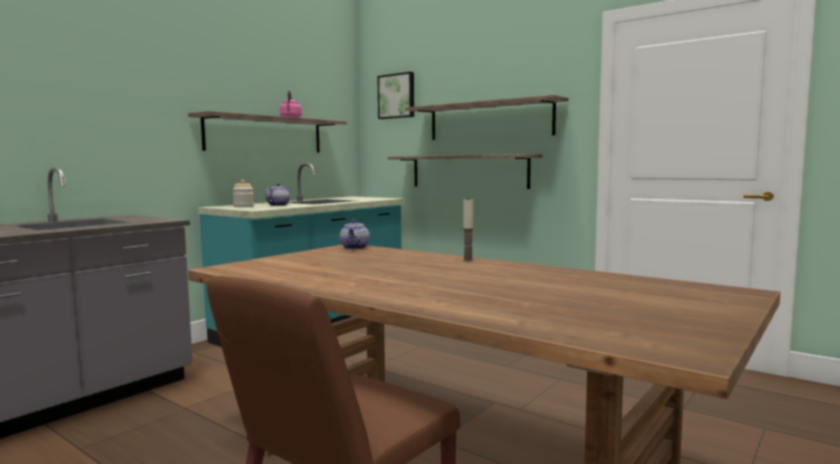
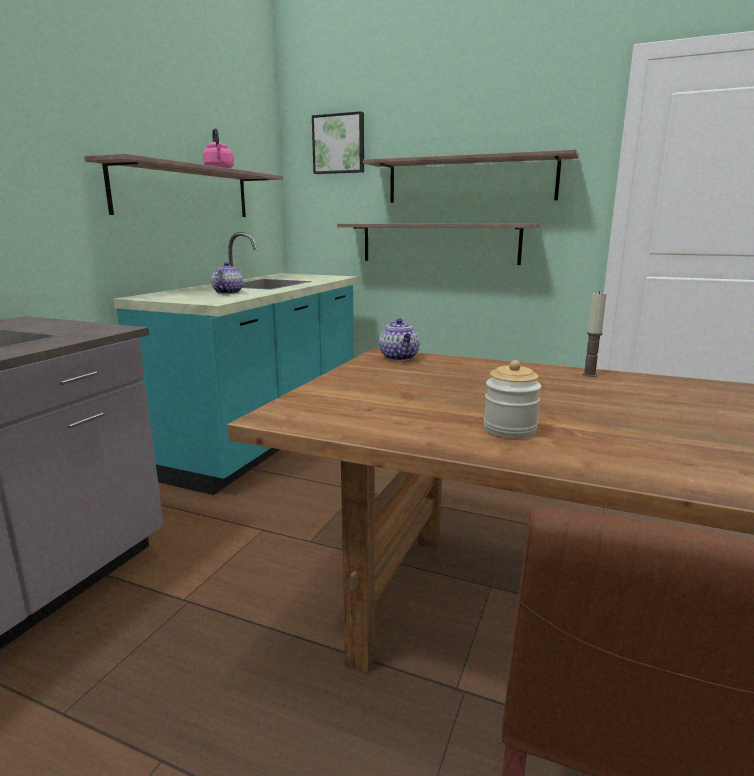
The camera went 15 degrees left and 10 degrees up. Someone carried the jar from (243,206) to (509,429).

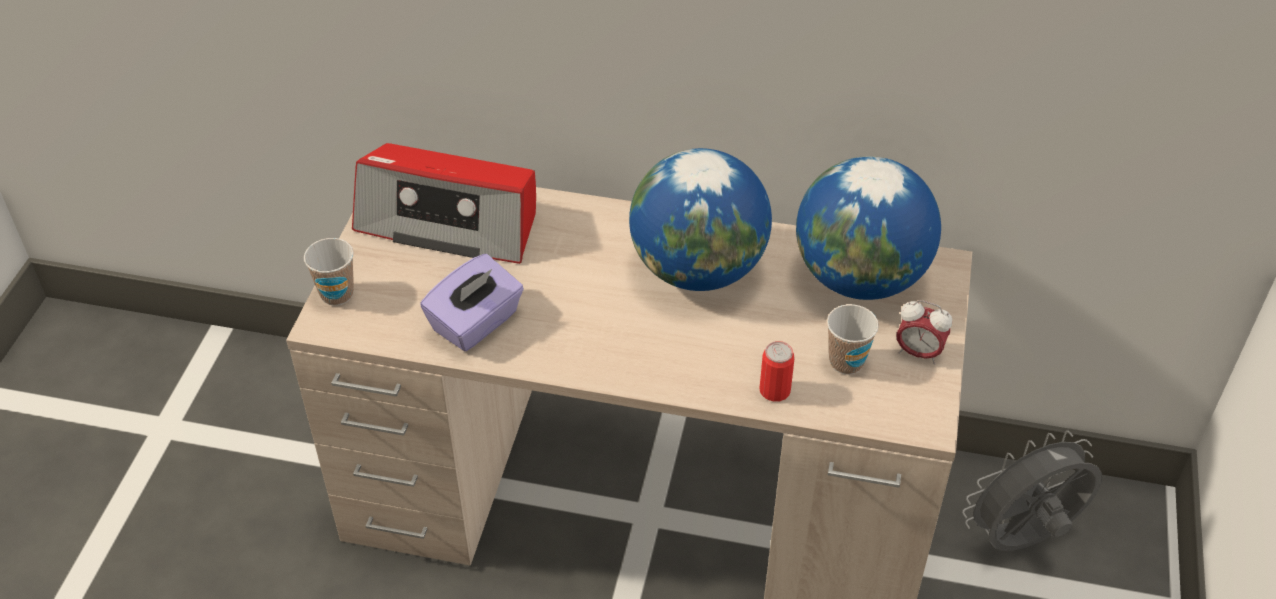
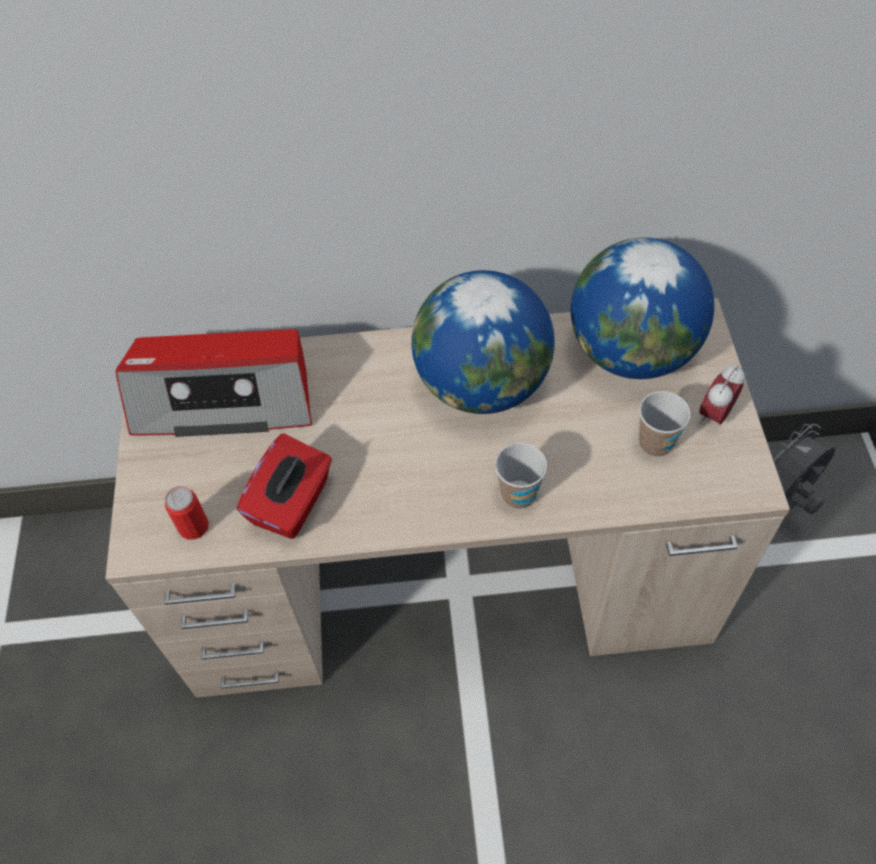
The camera went 15 degrees left and 10 degrees up. Someone carried the drinking cup from (337,294) to (518,494). Someone carried the can from (775,390) to (193,526). Someone repainted the purple tissue box at (476,323), which became the red tissue box at (292,503). Someone rotated the bedside clock at (918,353) by 120 degrees clockwise.

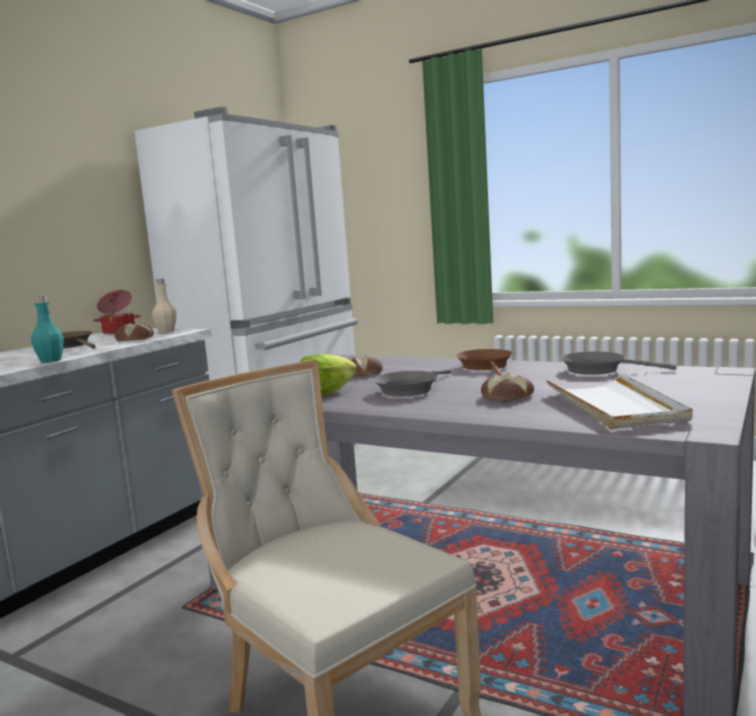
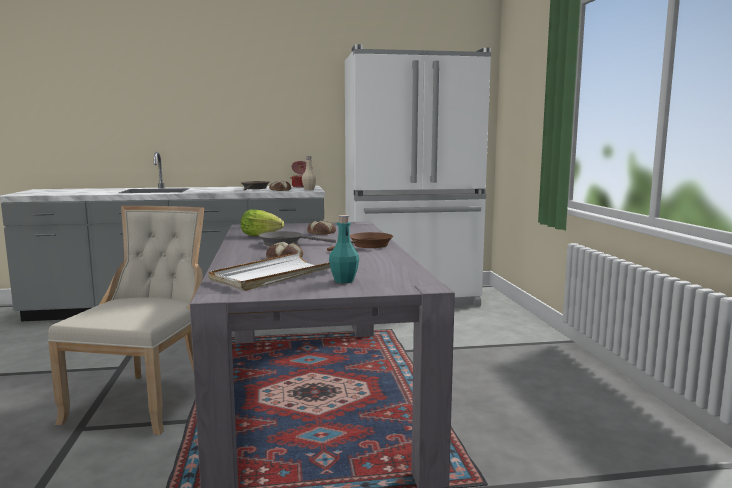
The camera went 50 degrees right and 0 degrees up. Someone took away the gray skillet at (599,370). Someone carried the blue-green bottle from (50,361) to (344,281).

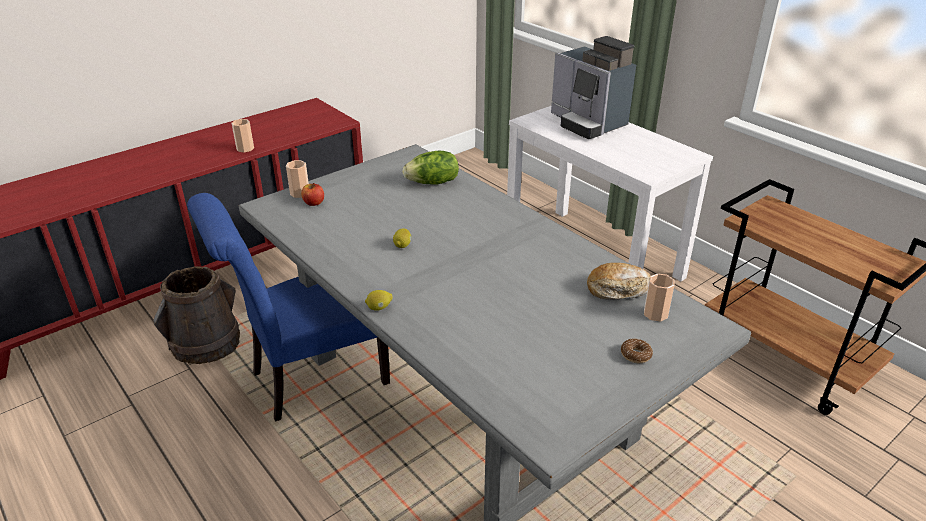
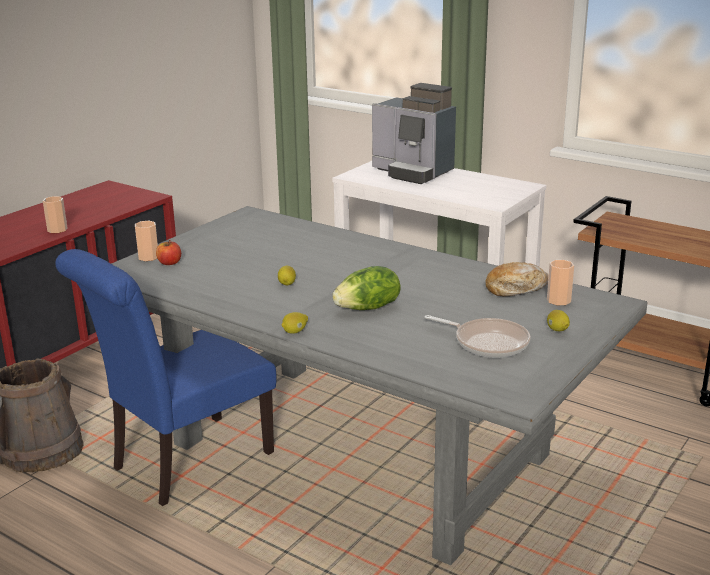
The camera went 15 degrees left and 10 degrees down. Someone put down the skillet at (487,342). Someone carried the lettuce from (433,183) to (368,308). Someone swapped the donut at (635,355) for the citrus fruit at (557,330).

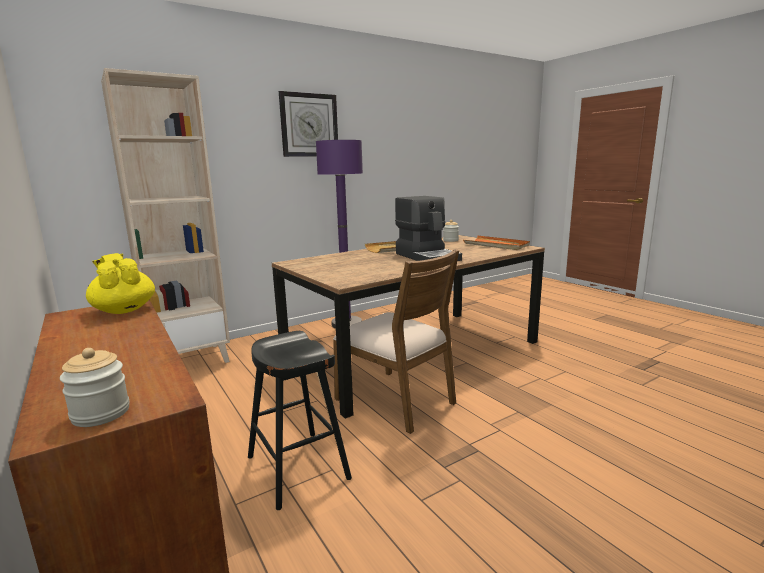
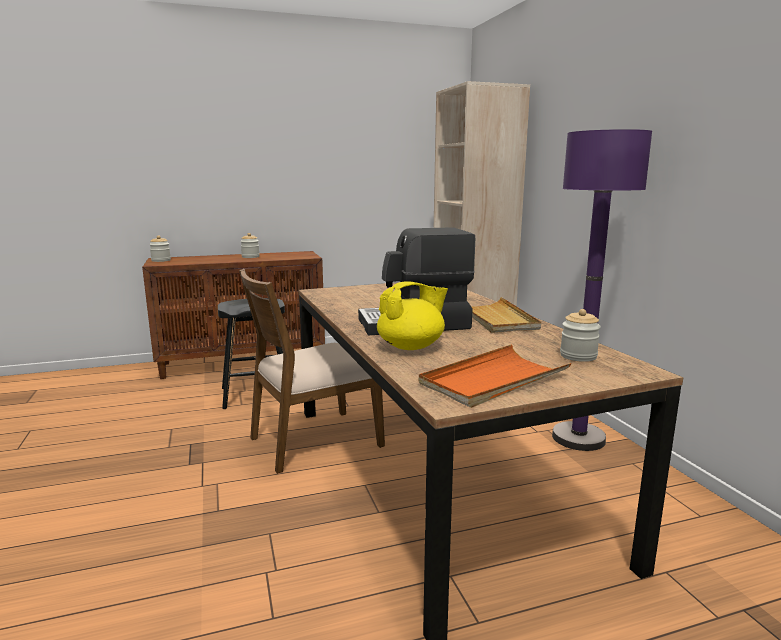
The camera went 105 degrees right and 0 degrees up. Someone took away the wall clock at (309,125). Someone put down the jar at (250,257). Someone carried the yellow tea pot from (124,310) to (411,346).

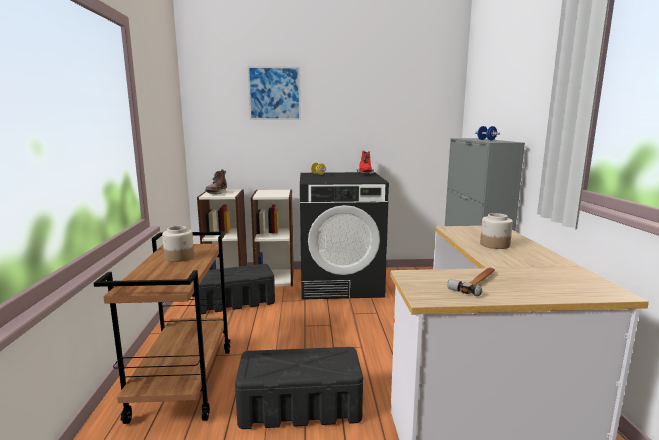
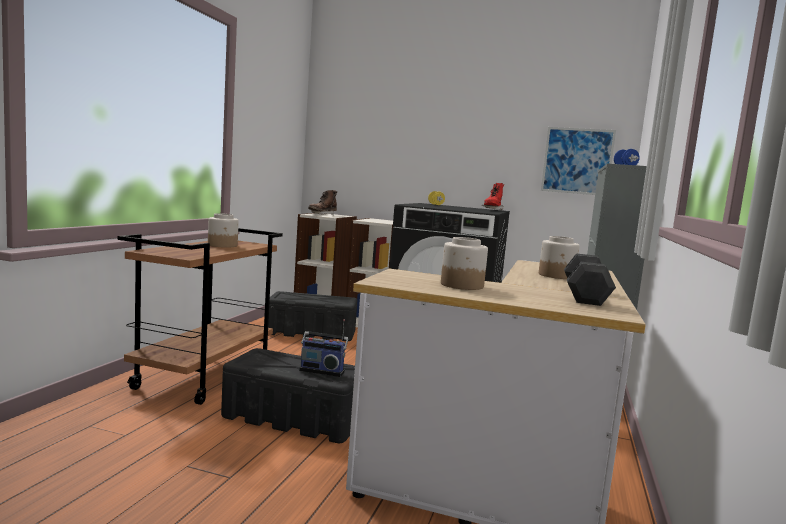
The camera went 20 degrees right and 5 degrees down. Someone put down the radio at (322,370). Someone put down the gray hand weight at (585,295). Someone carried the wall picture from (274,93) to (577,161). Someone swapped the tool hammer at (476,283) for the jar at (461,285).

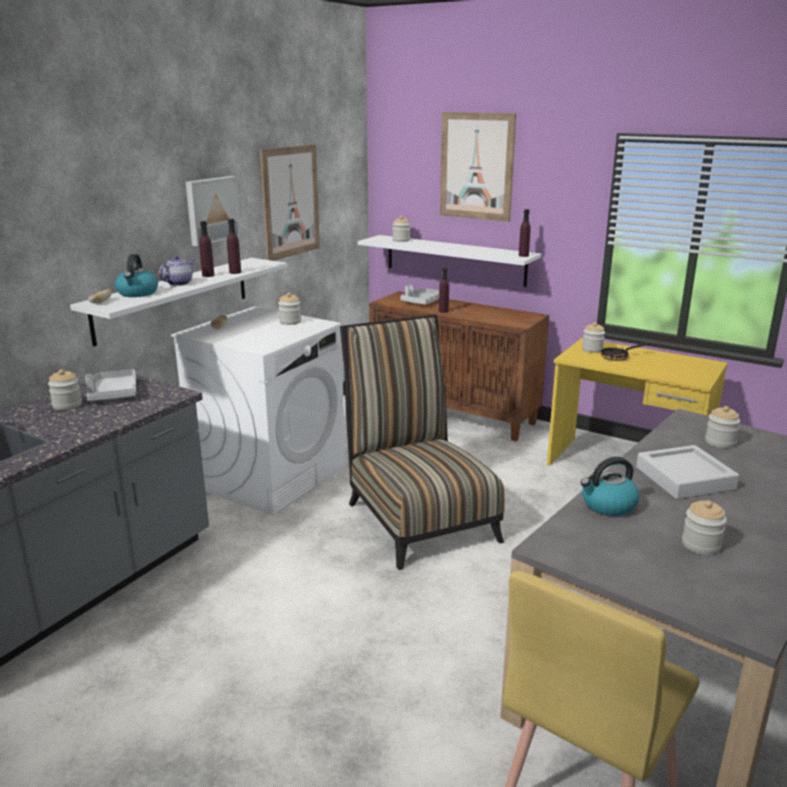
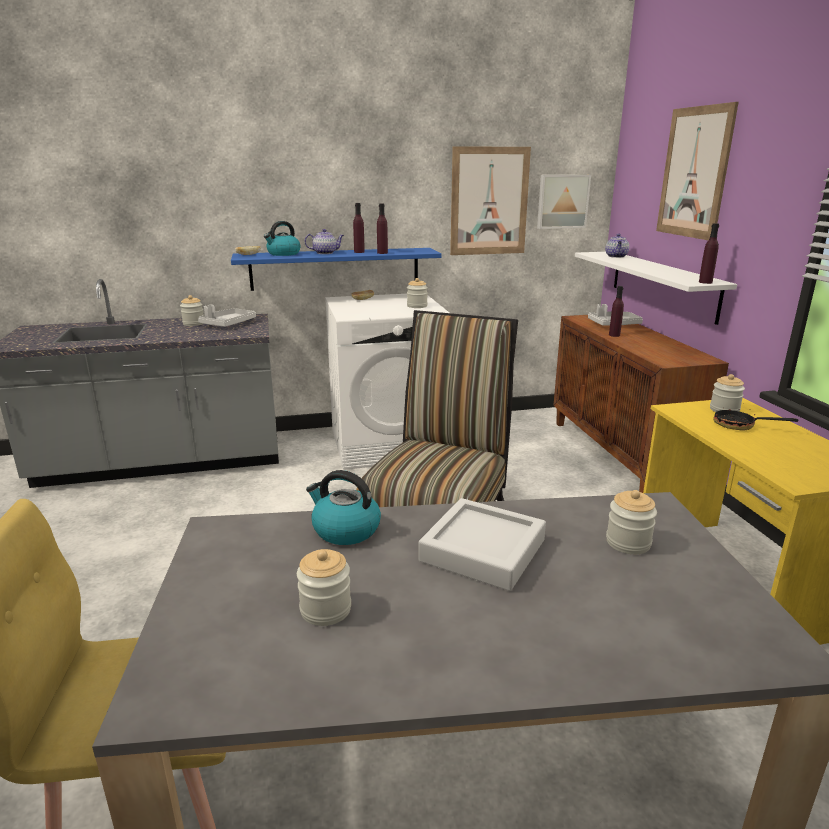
The camera went 45 degrees right and 0 degrees up. Someone carried the wall picture from (211,210) to (562,201). Someone swapped the jar at (401,240) for the tea pot at (616,256). Someone repainted the whitish bracket shelf at (173,299), which became the blue-coloured bracket shelf at (335,268).

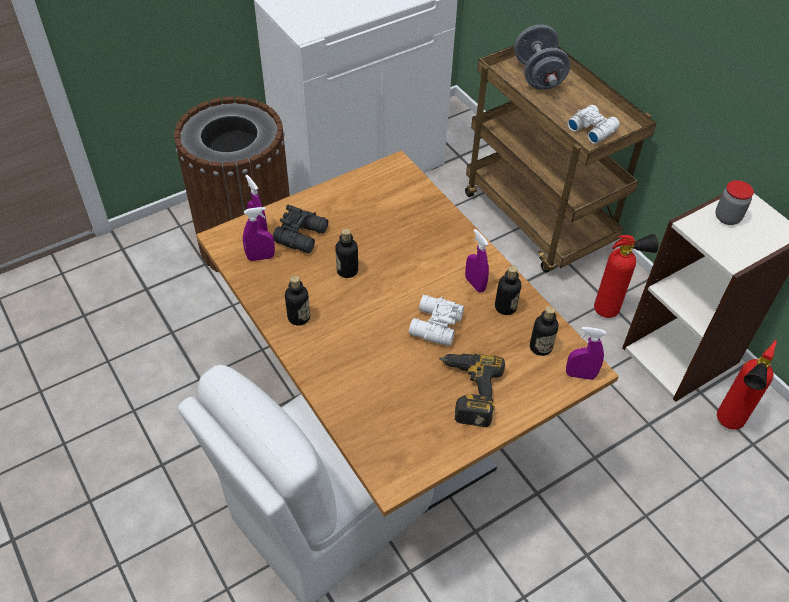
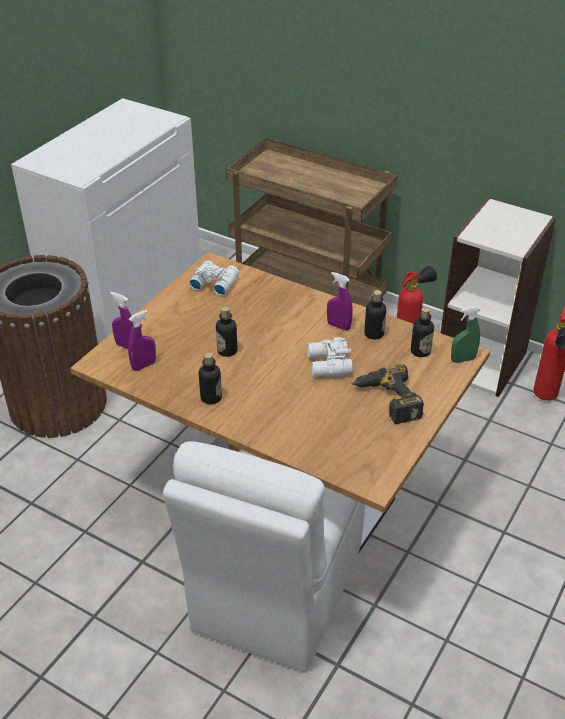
The camera went 25 degrees left and 10 degrees down. Someone took away the black-coloured binoculars at (302,235). Someone took away the gray hand weight at (538,76). Someone took away the jar at (727,217). Someone carried the whitish binoculars from (591,128) to (214,283). Someone repainted the purple spray bottle at (580,375), which became the green-coloured spray bottle at (463,359).

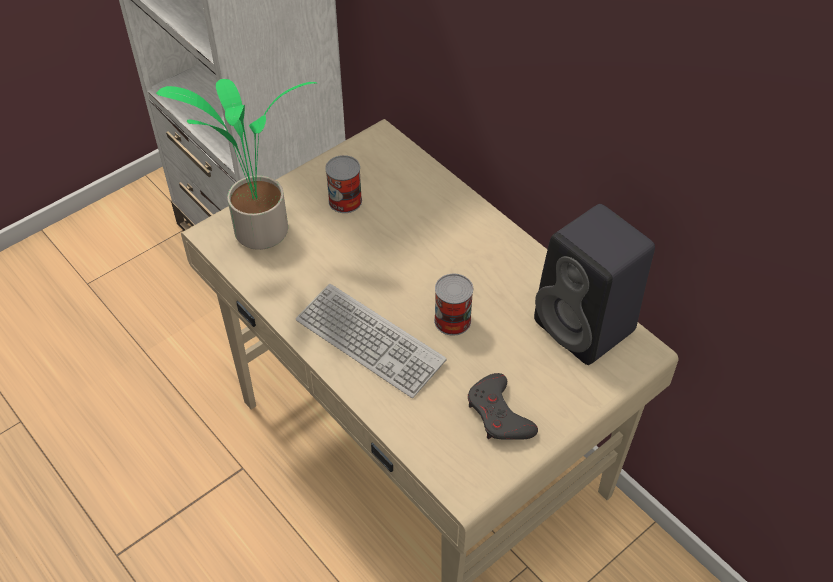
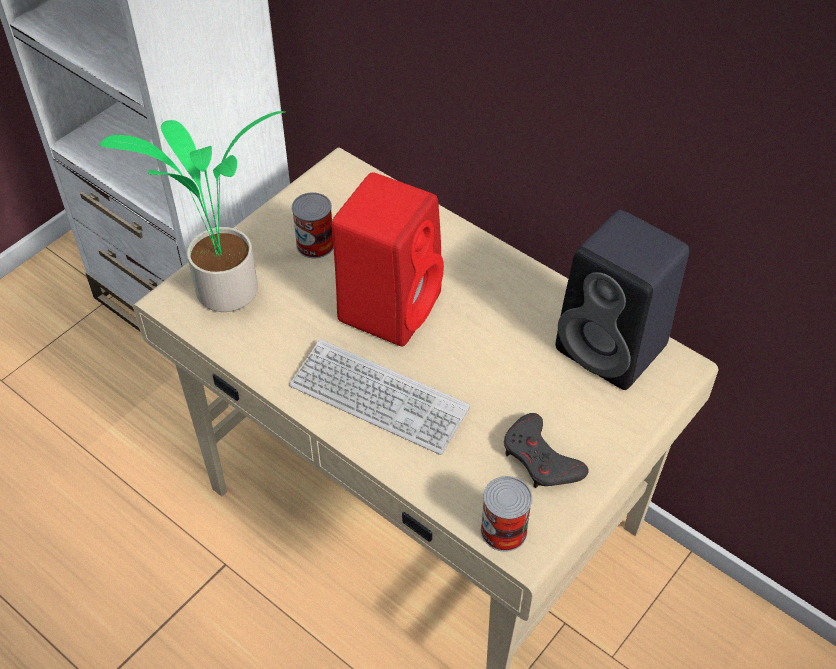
The camera went 10 degrees left and 0 degrees up. Someone put down the red speaker at (390,305). Someone carried the can from (452,320) to (503,530).

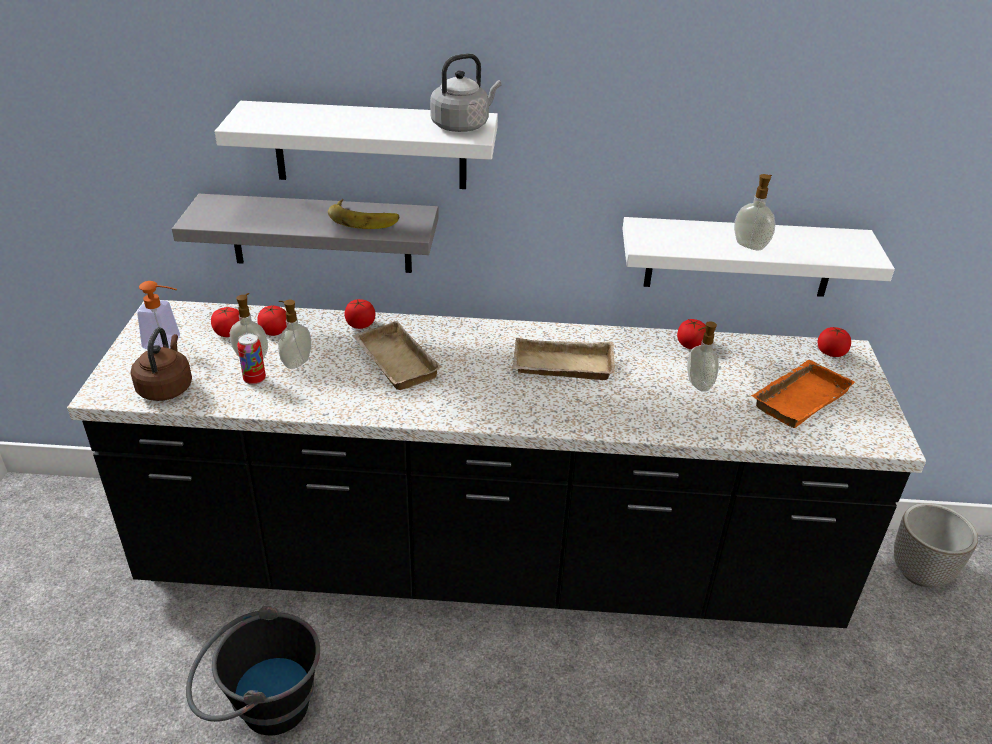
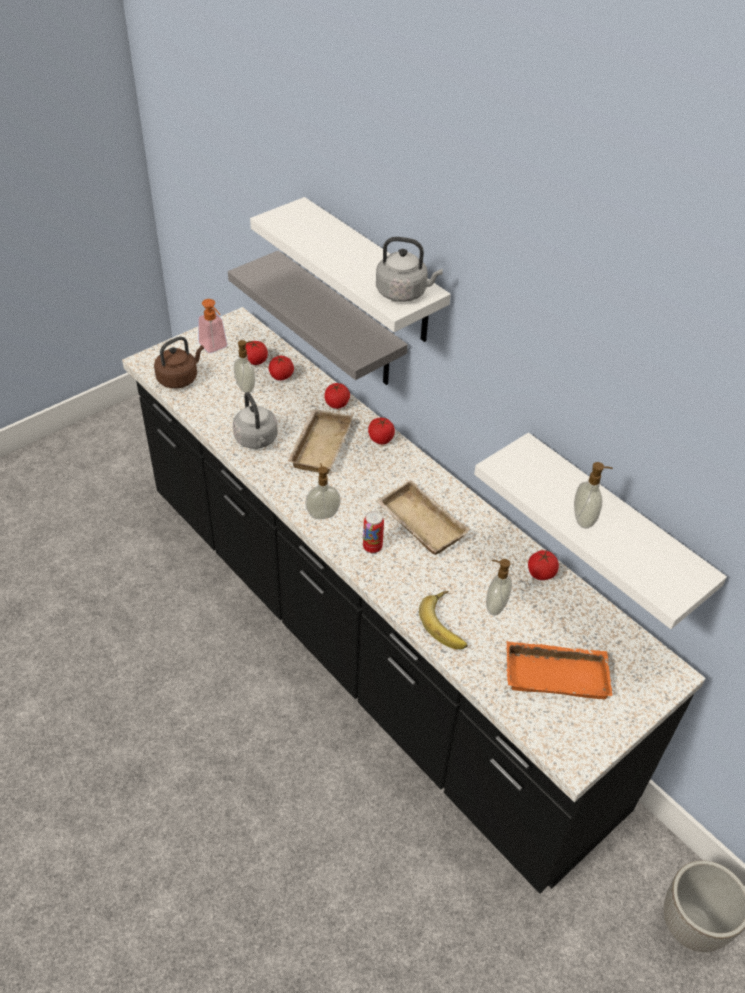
The camera went 45 degrees right and 10 degrees up. Someone took away the black-coloured bucket at (260,707). Someone put down the gray water kettle at (257,440). Someone carried the can from (254,380) to (372,547). Someone carried the liquid soap bottle from (296,362) to (322,514). Someone carried the banana fruit from (364,218) to (447,623). Someone carried the tomato from (830,353) to (380,439).

